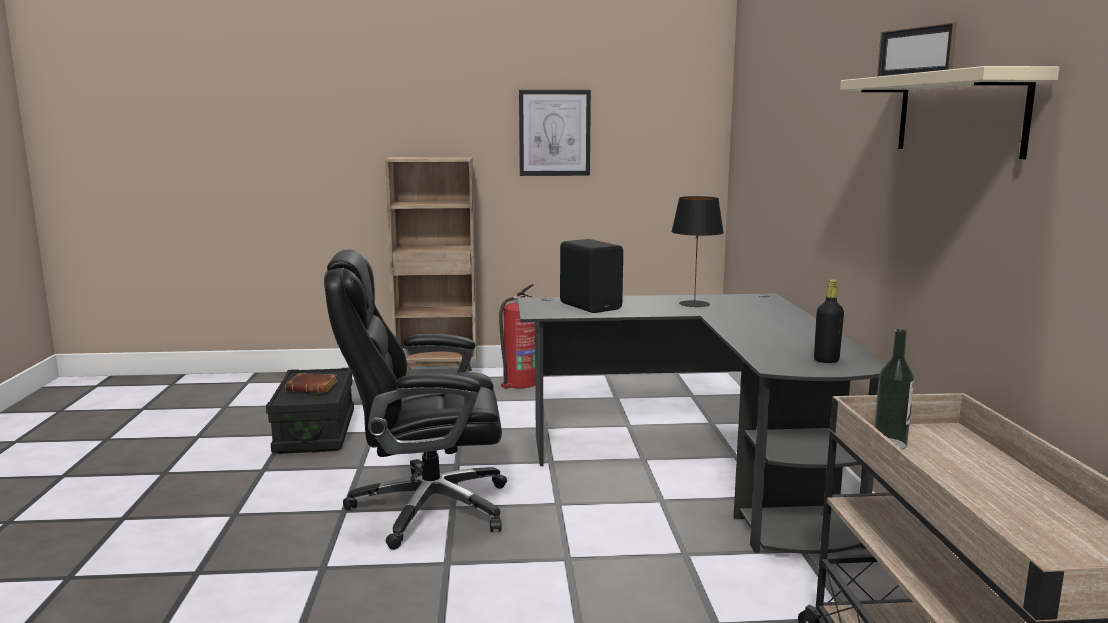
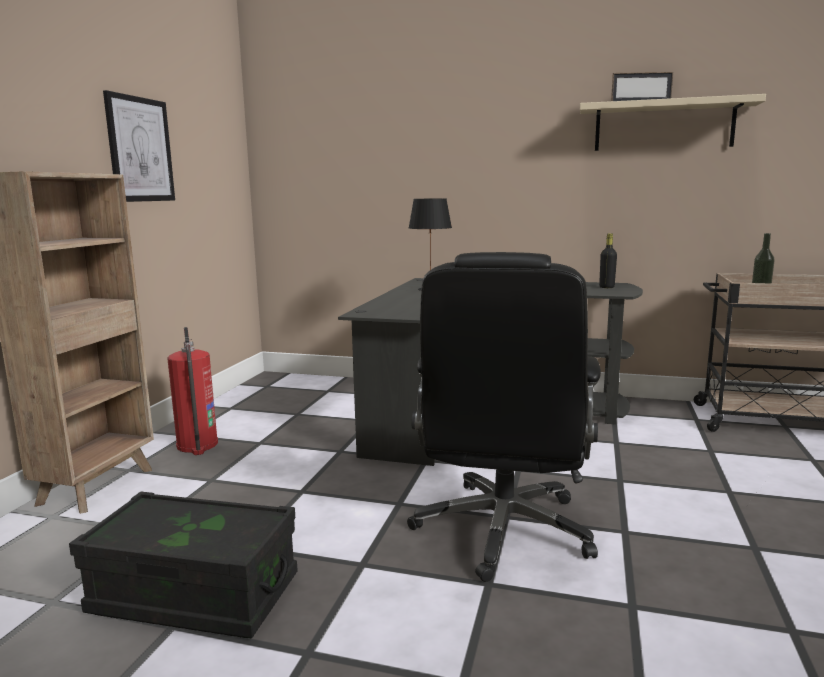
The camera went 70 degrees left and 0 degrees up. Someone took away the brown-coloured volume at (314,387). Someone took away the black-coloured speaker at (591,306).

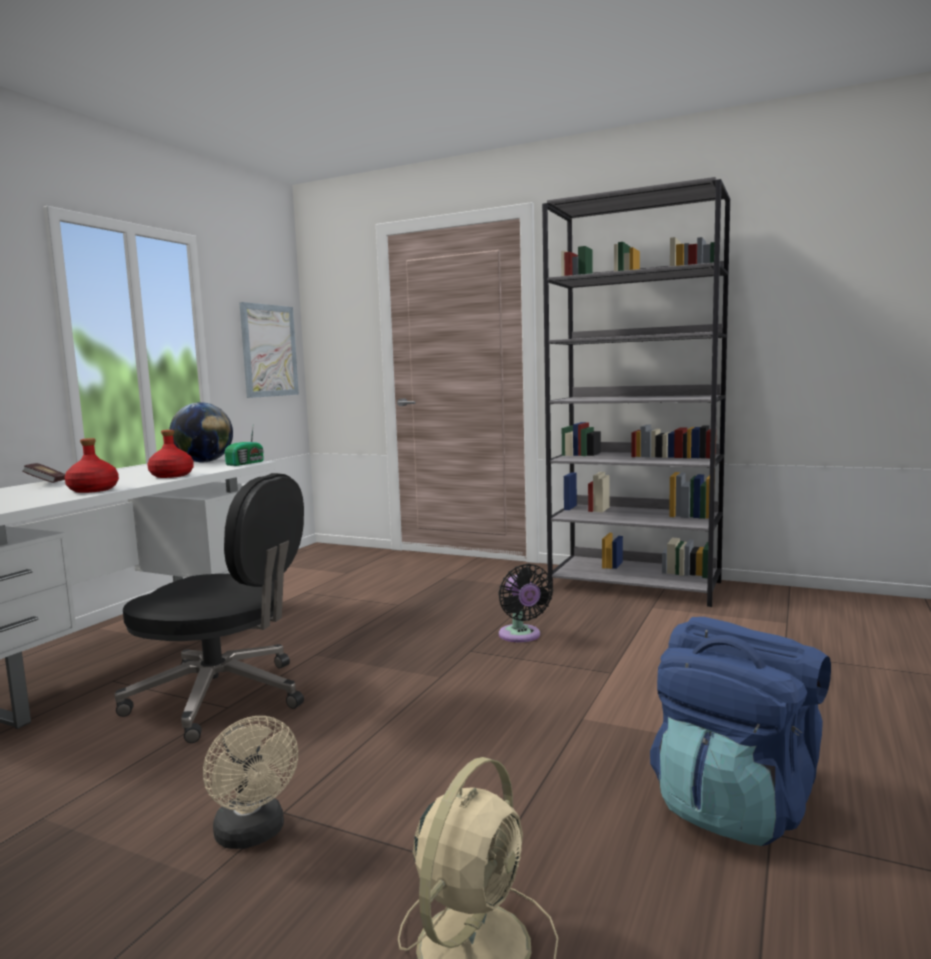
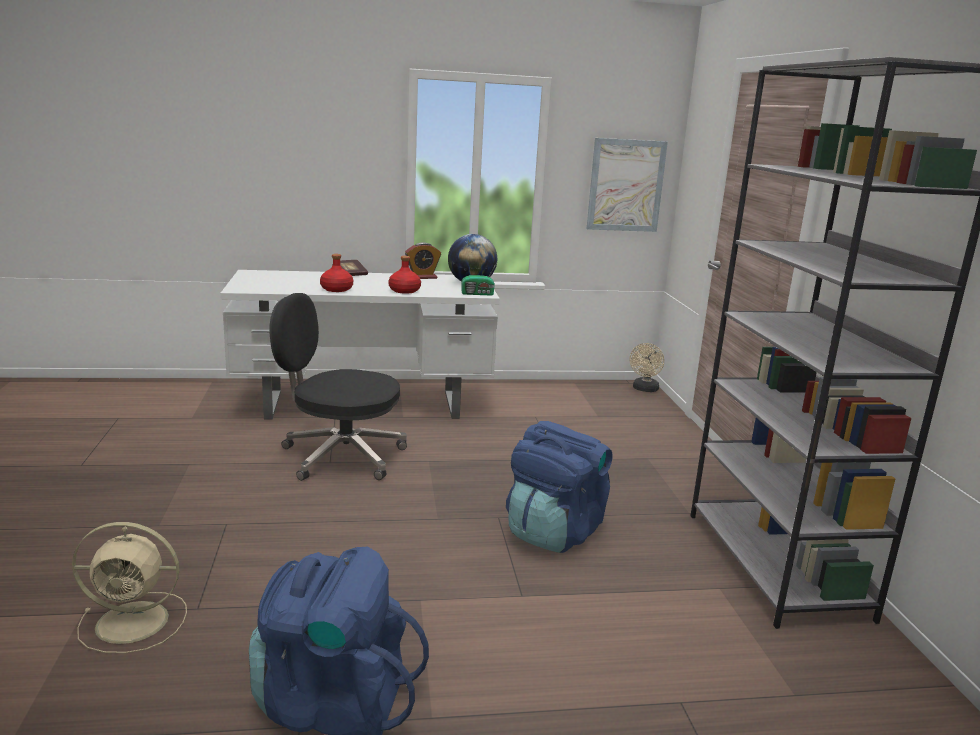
The camera went 55 degrees right and 10 degrees up. Someone put down the bedside clock at (422,277). Someone carried the beige cooling fan from (253,835) to (644,389). Someone swapped the black-coloured cooling fan at (521,636) for the blue-coloured knapsack at (554,532). Someone rotated the black-coloured computer chair at (223,697) by 120 degrees clockwise.

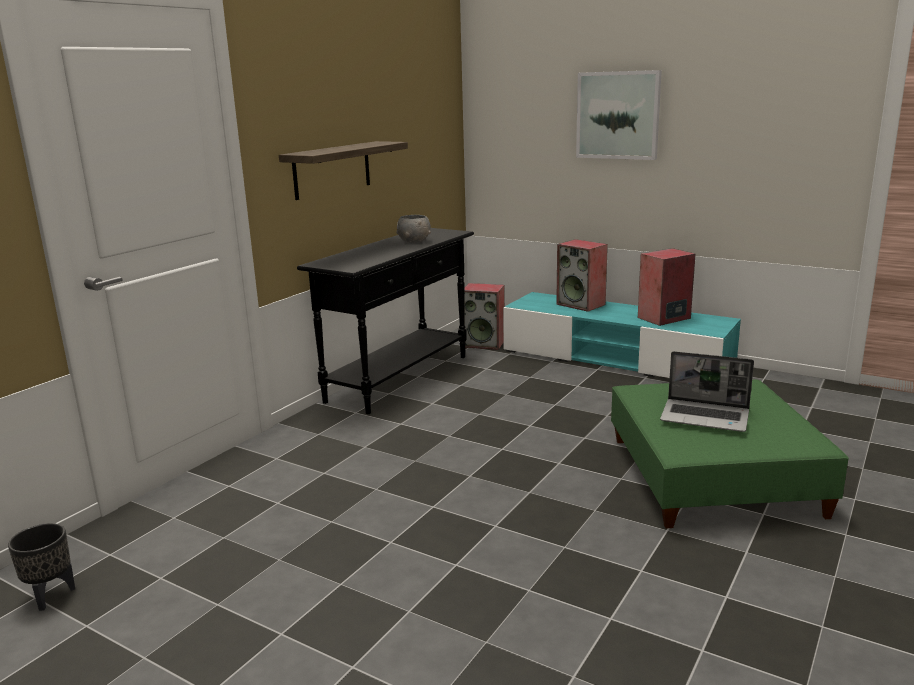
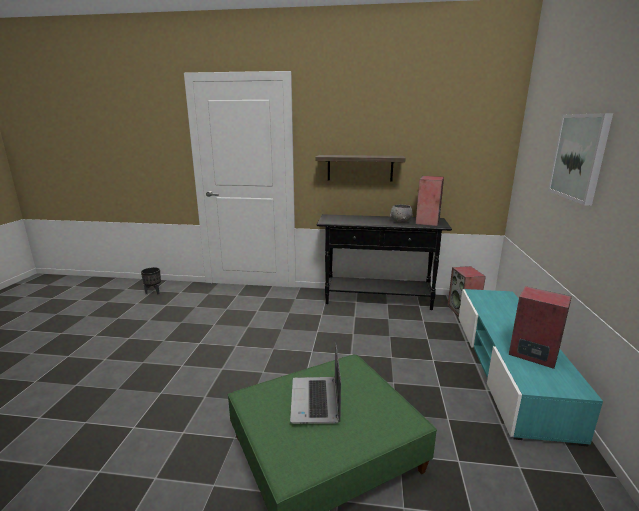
The camera went 65 degrees right and 0 degrees up. Someone carried the speaker from (581,304) to (428,222).

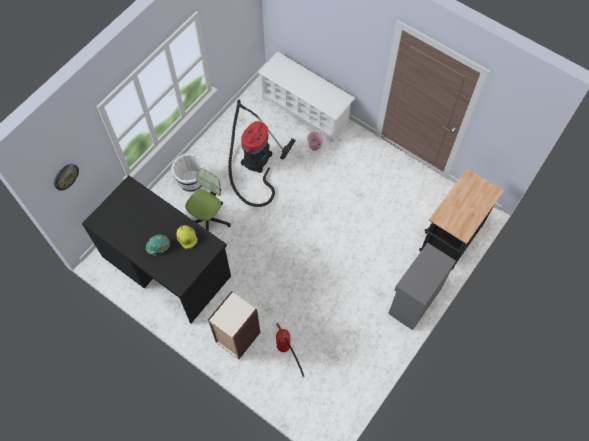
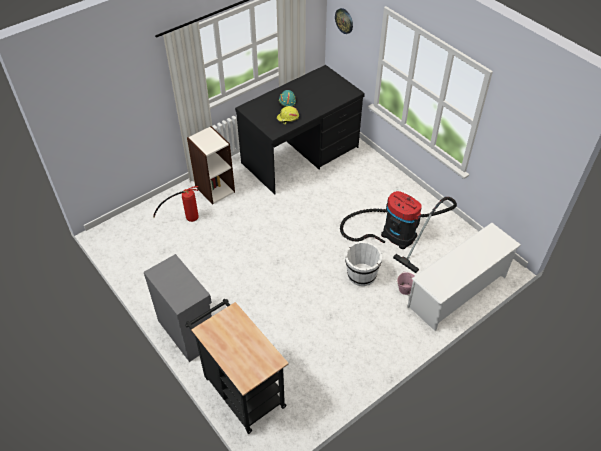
The camera went 105 degrees right and 15 degrees down. Someone took away the computer chair at (208,219). Someone carried the whitish bucket from (191,182) to (361,275).

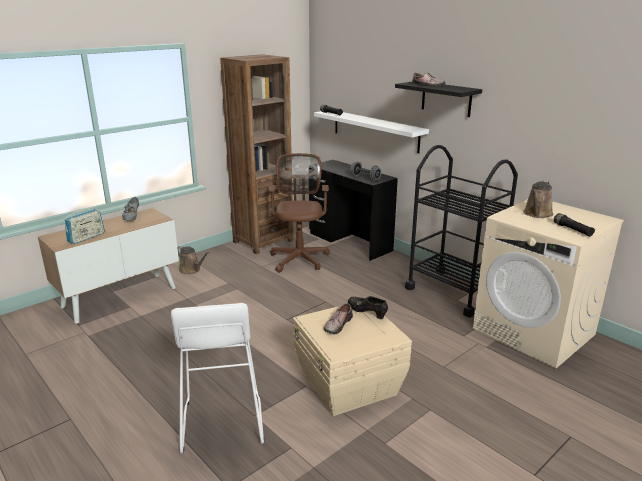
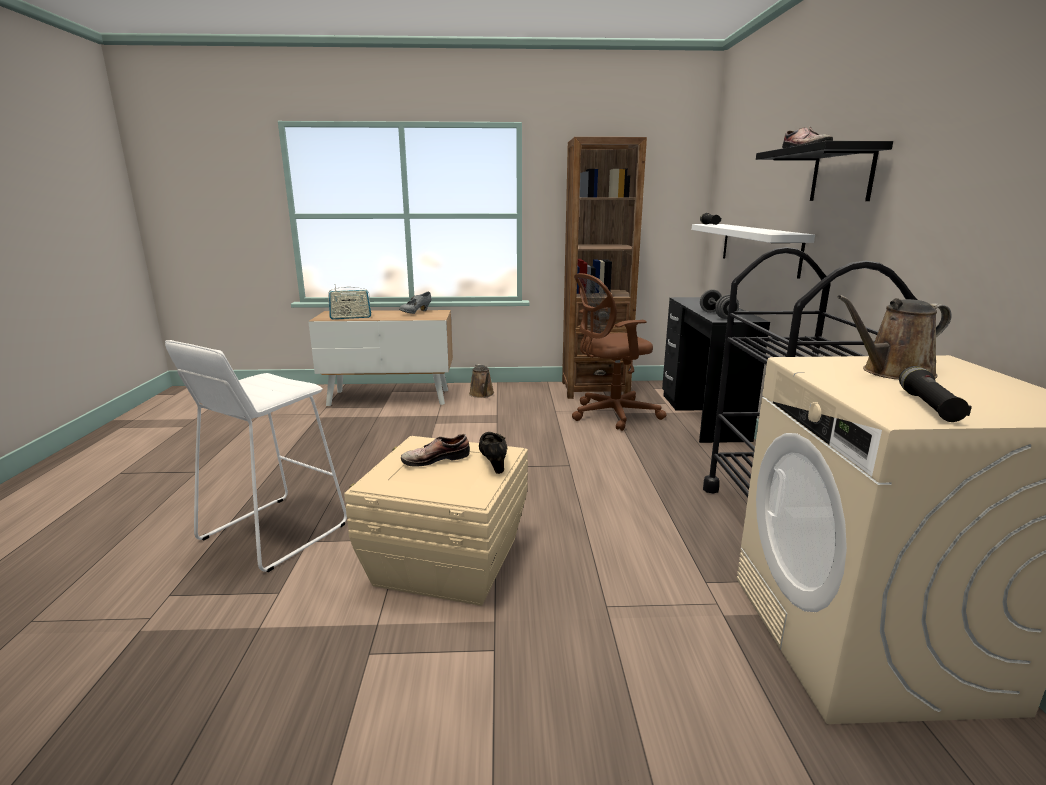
The camera went 40 degrees right and 5 degrees down. Someone rotated the brown-coloured computer chair at (299,258) by 150 degrees counterclockwise.

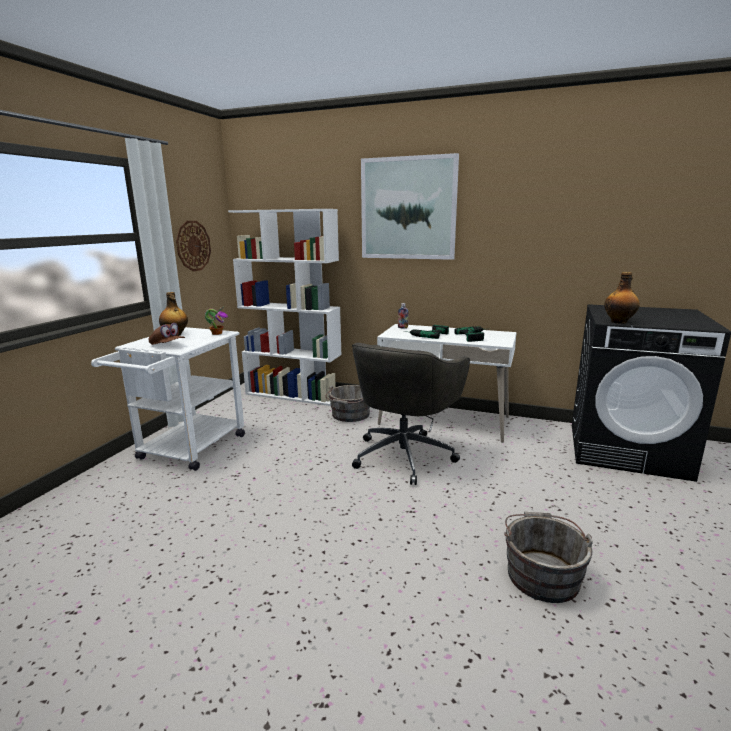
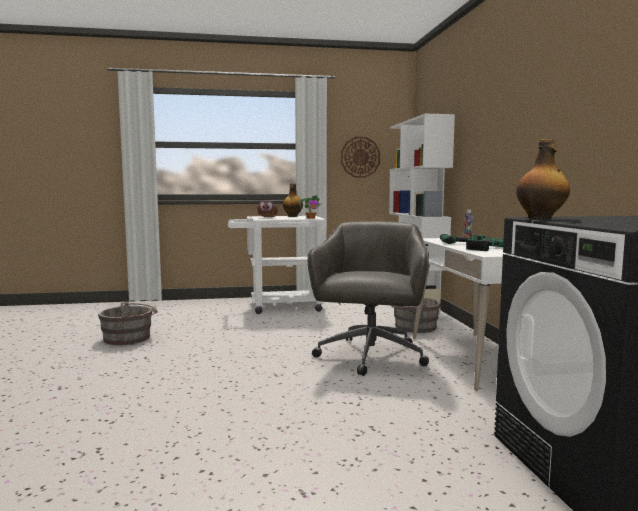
The camera went 60 degrees right and 10 degrees down. Someone took away the wall picture at (408,208). Someone carried the gray bucket from (542,573) to (130,338). Someone rotated the gray computer chair at (405,455) by 105 degrees clockwise.

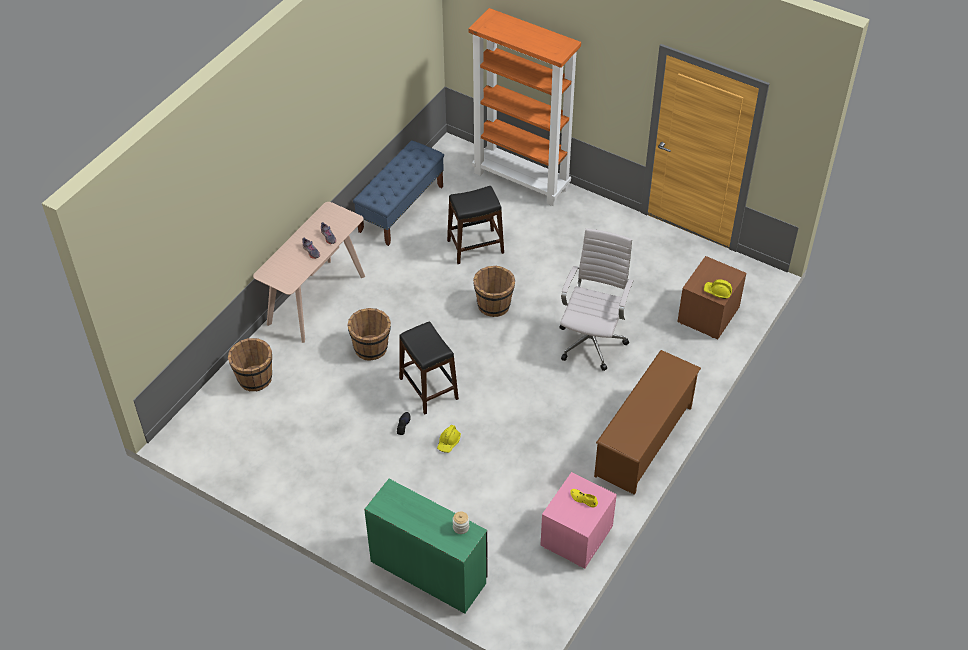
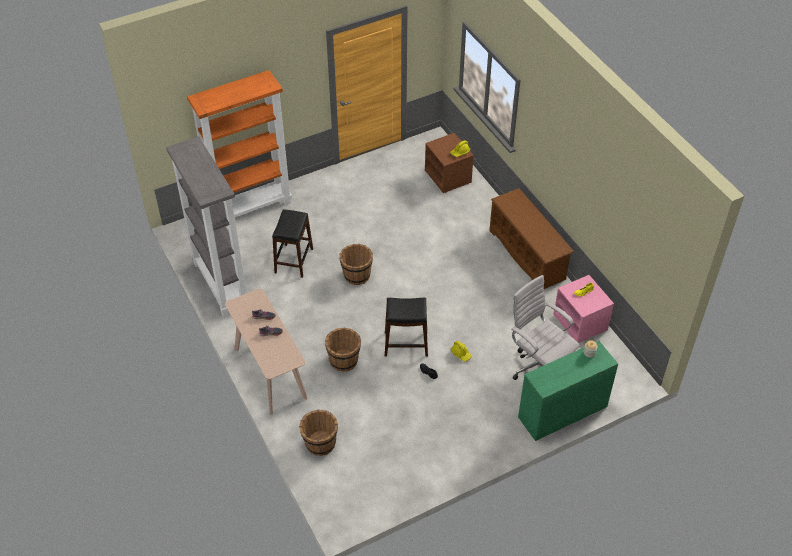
The camera went 60 degrees left and 0 degrees up. Someone carried the whitish computer chair from (592,340) to (538,366). Someone swapped the blue-coloured indoor bench at (401,208) for the gray bookshelf at (219,284).

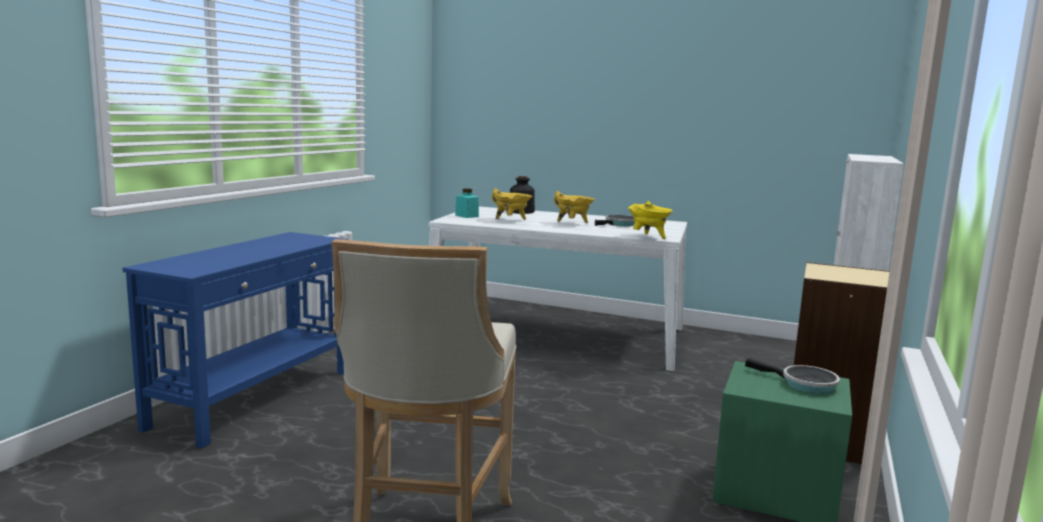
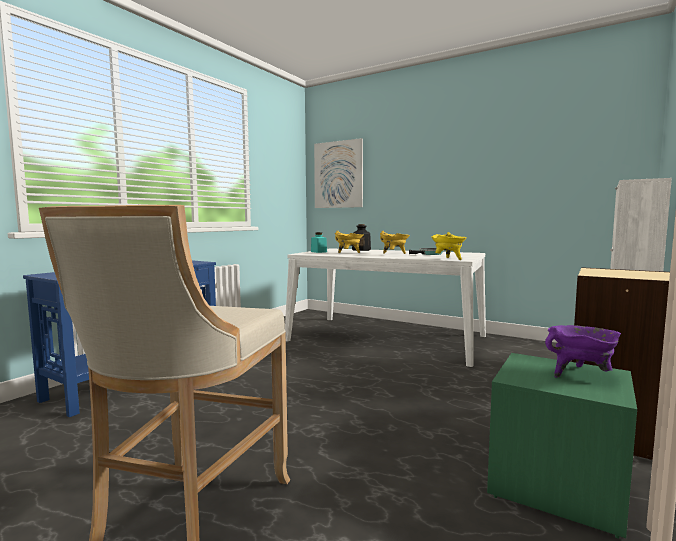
The camera went 10 degrees right and 5 degrees down. Someone put up the wall picture at (338,174). Someone swapped the skillet at (804,384) for the purple saucepot at (580,375).

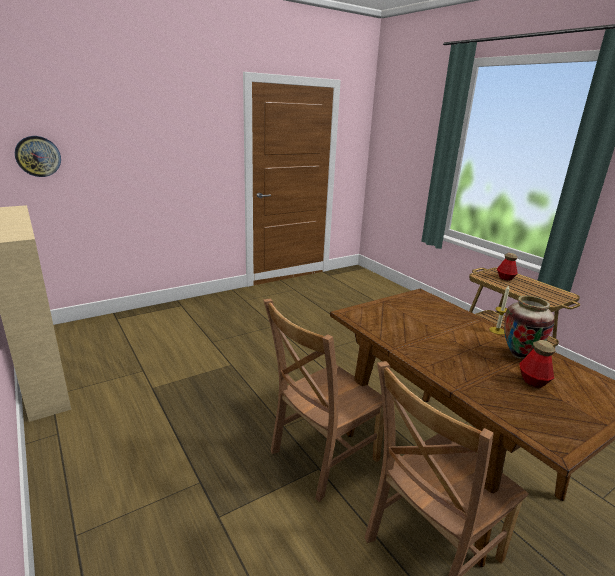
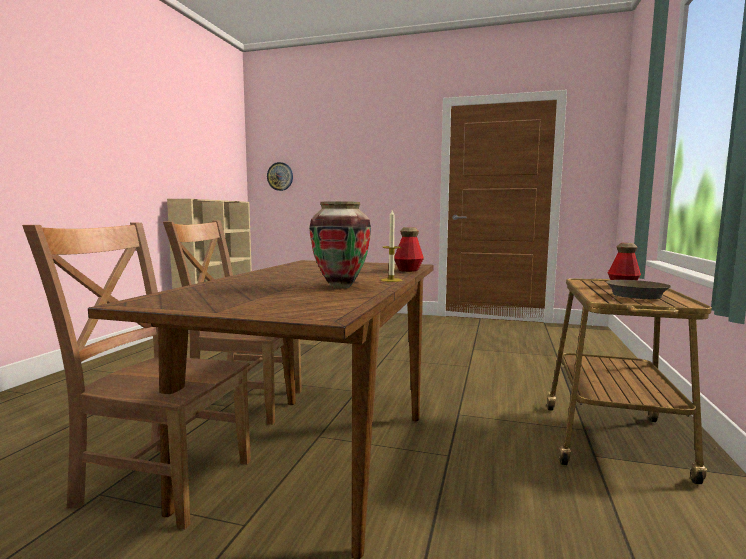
The camera went 50 degrees right and 15 degrees down. Someone put down the brown-coloured skillet at (638,295). Someone carried the bottle from (533,381) to (408,270).

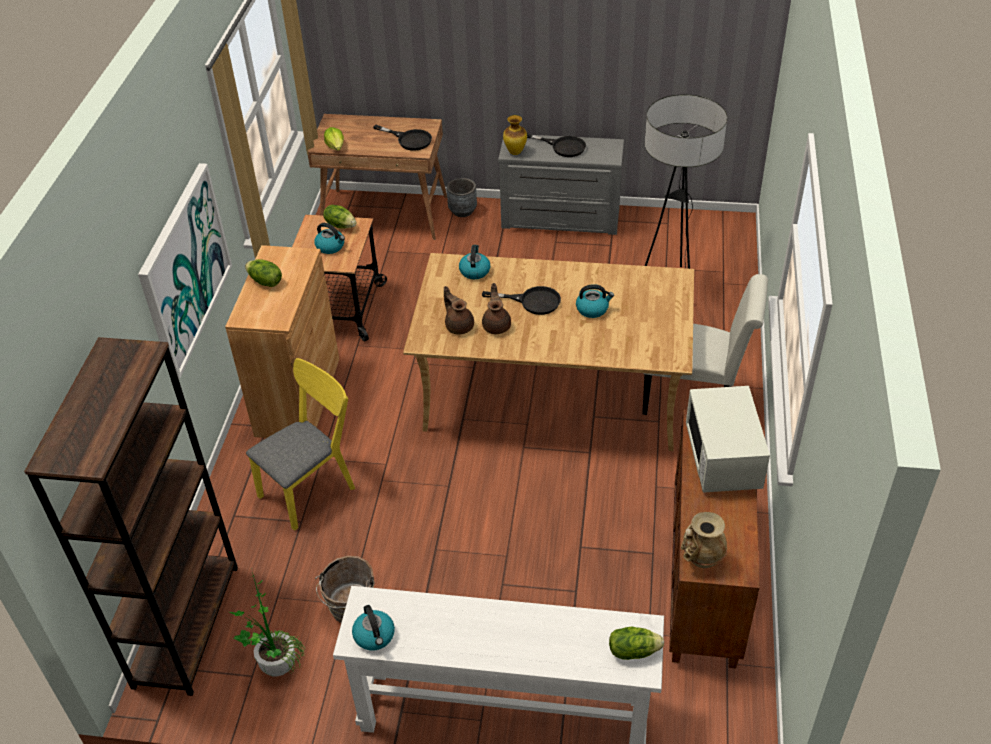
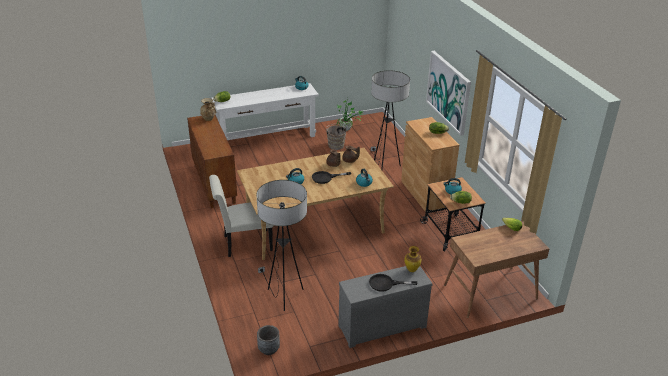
The camera went 150 degrees right and 10 degrees down. Someone took away the brown-coloured bookshelf at (186,625). Someone took away the black-coloured skillet at (409,139). Someone took away the whitish microwave oven at (723,458). Someone carried the gray plant pot from (462,211) to (268,349). Someone swapped the yellow plain chair at (312,487) for the standing lamp at (384,168).

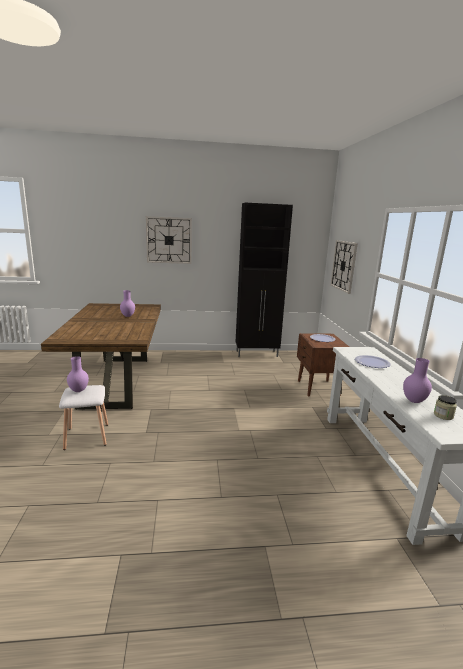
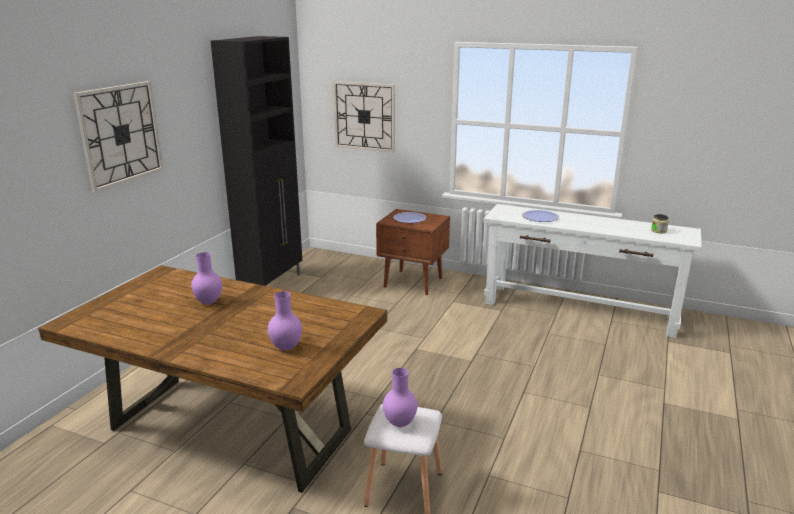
The camera went 60 degrees left and 5 degrees up. Someone carried the purple decorative vase from (414,401) to (286,347).

